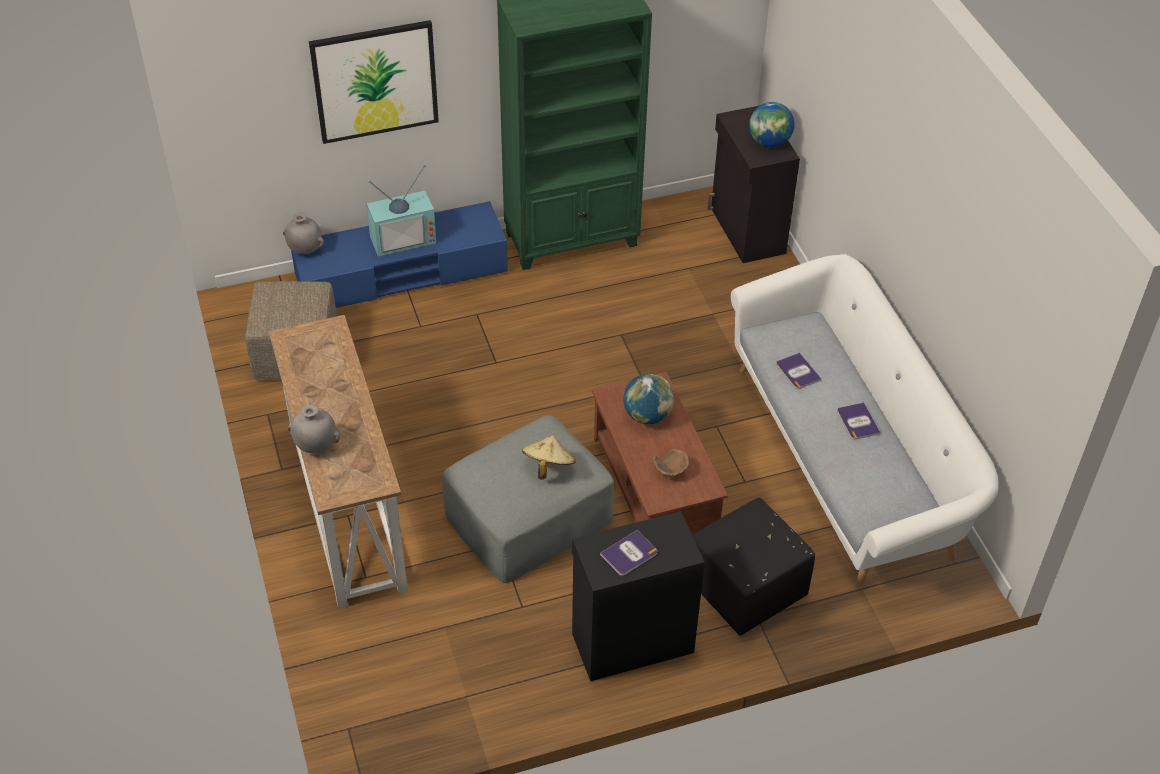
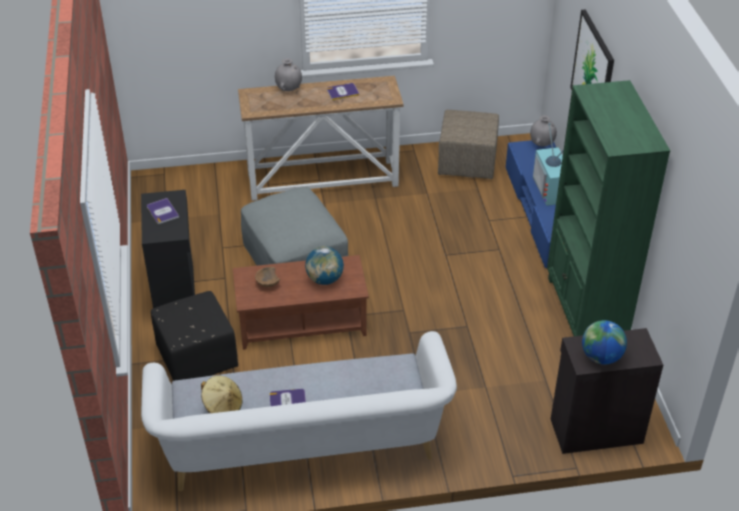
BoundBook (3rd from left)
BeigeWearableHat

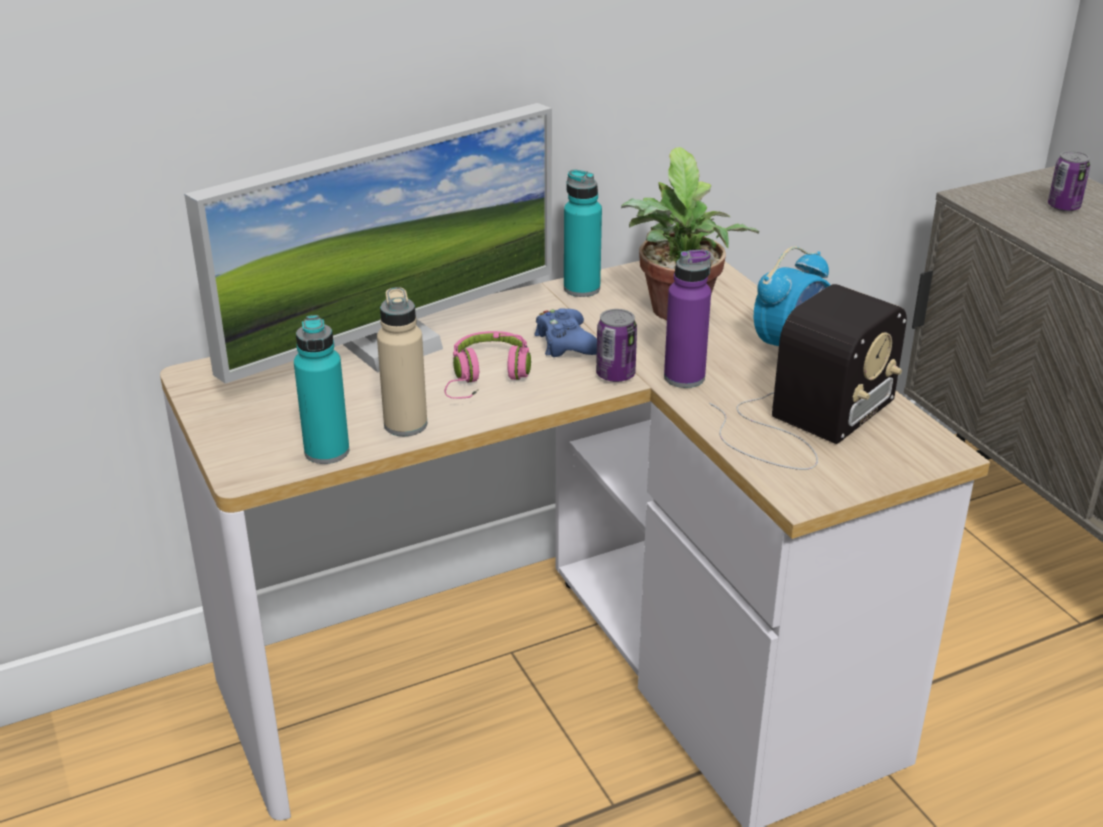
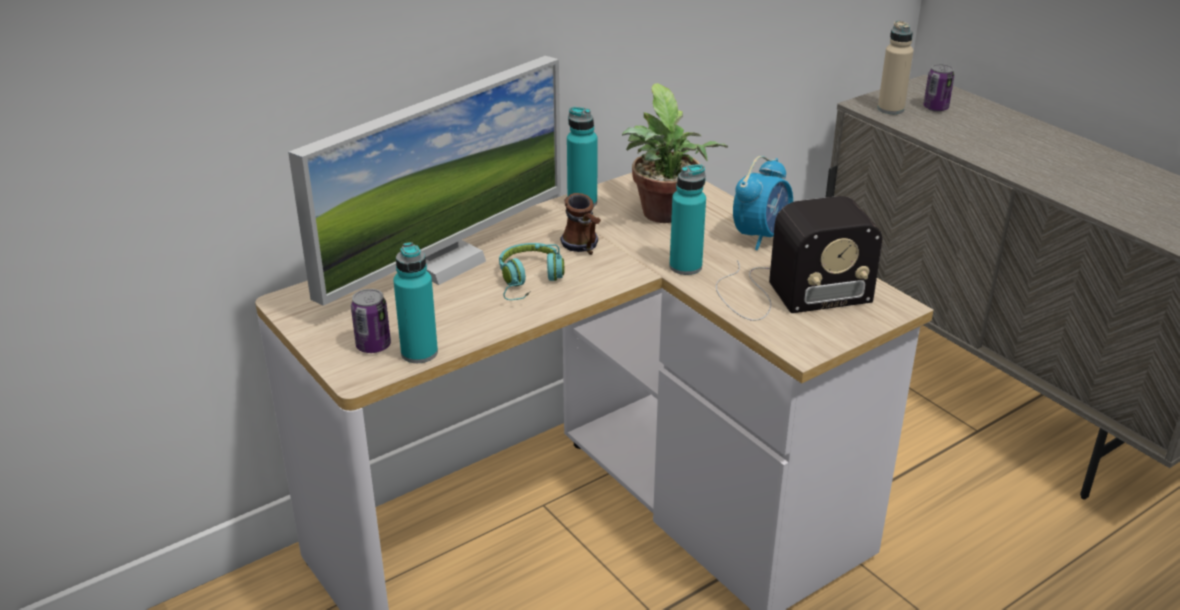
TurquoiseColouredBottle (3rd from left)
RadioSet
BeigeBottle
CoffeeMug
MetalCan (1st from left)
TurquoiseColouredPairOfHeadphones

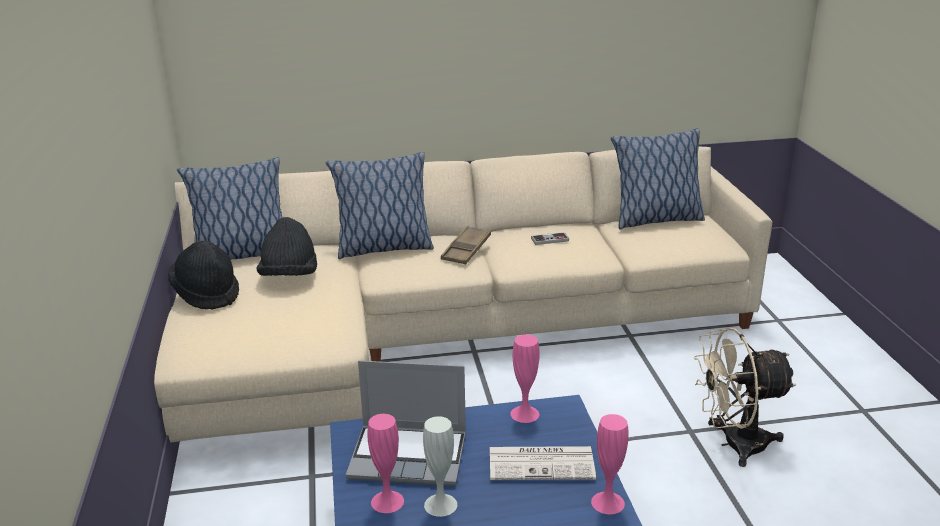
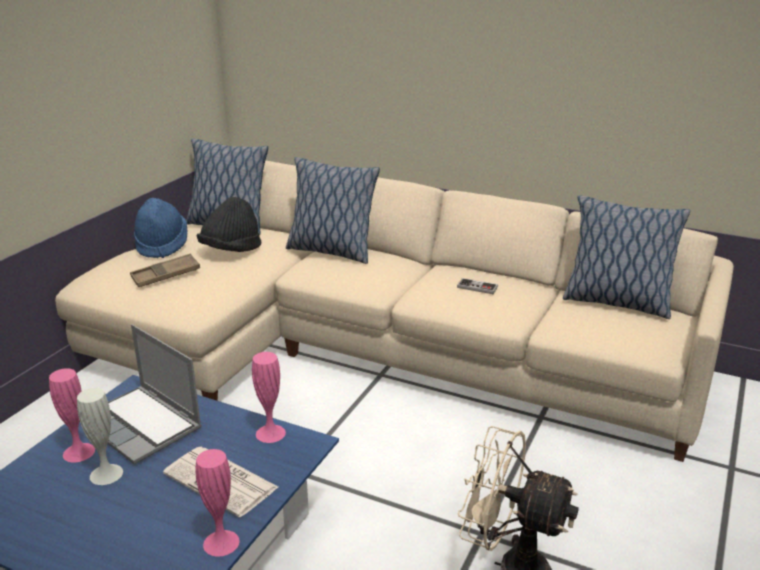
BrownishCarryingTray
BlueColouredWearableHat

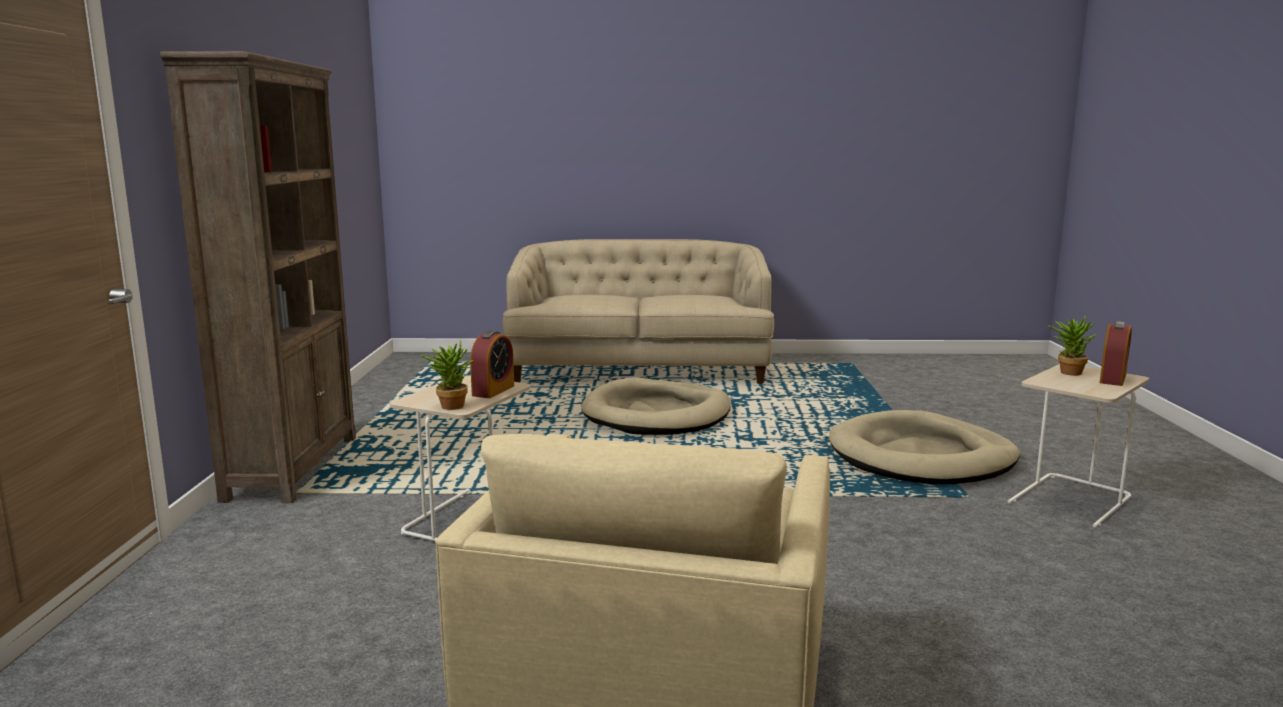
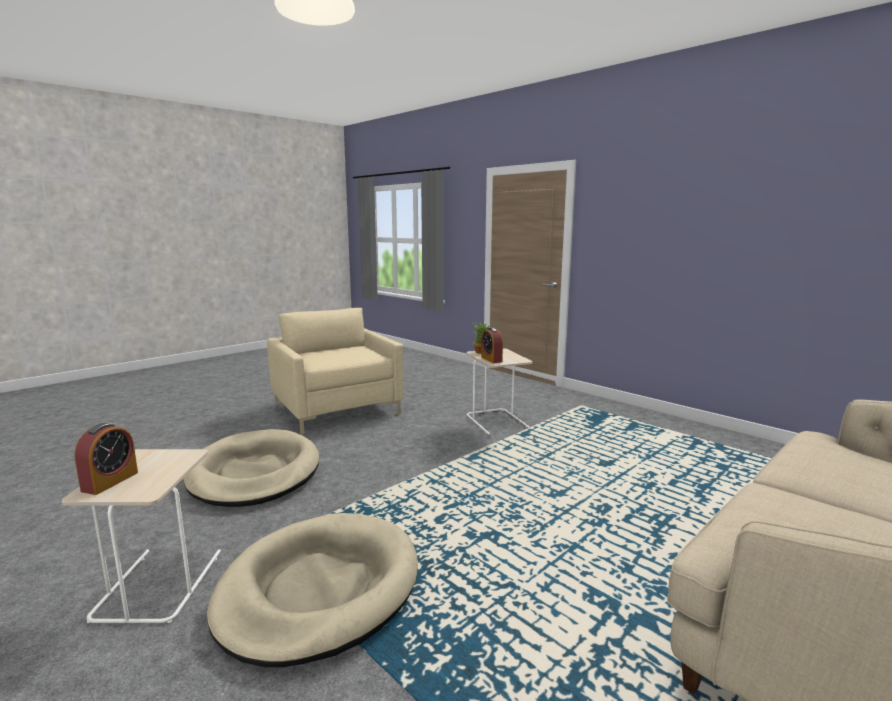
BrownishBookcase
Houseplant (2nd from left in the first image)
AlarmClock (1st from left)
BeigeDogCushion (1st from left)

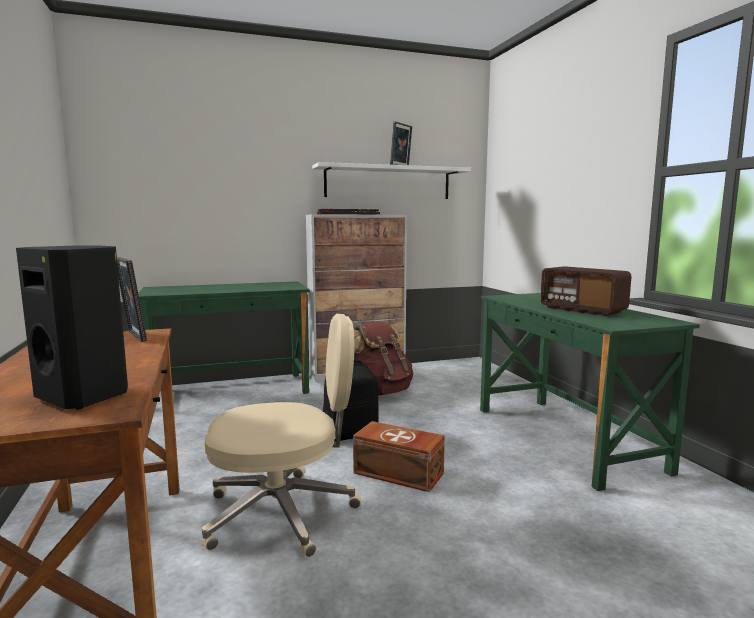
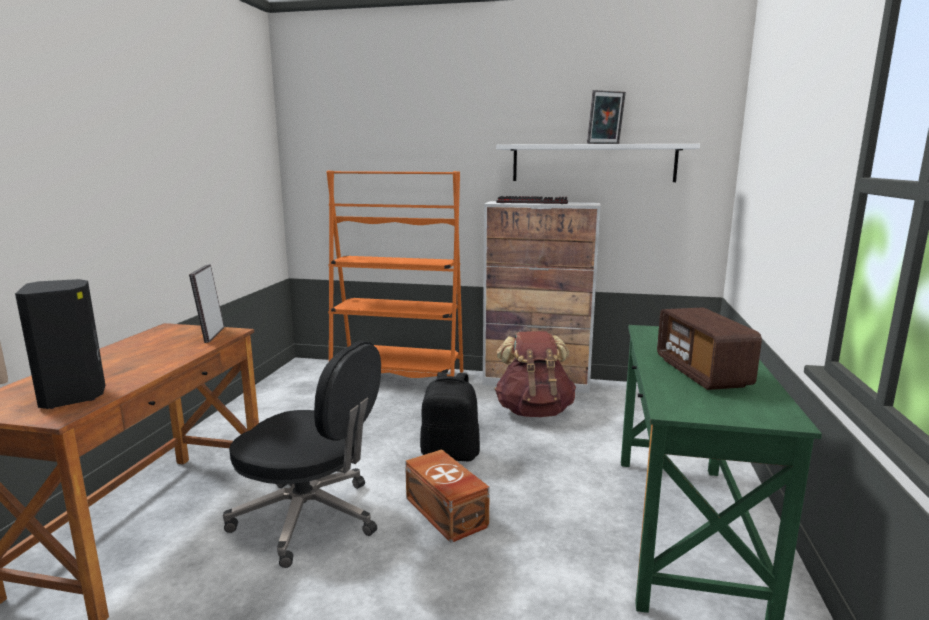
OrangeColouredBookcase
BlackOfficeChair

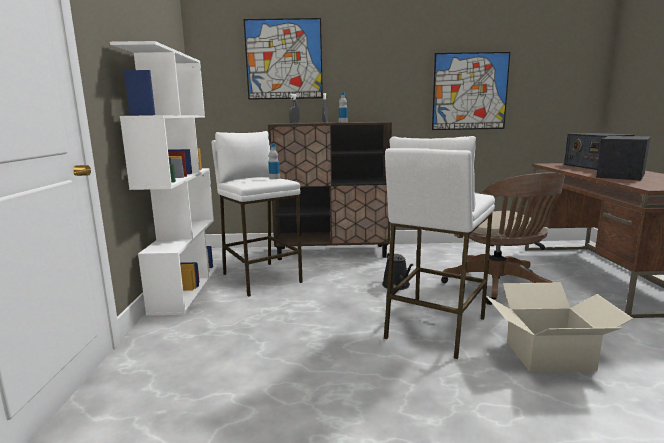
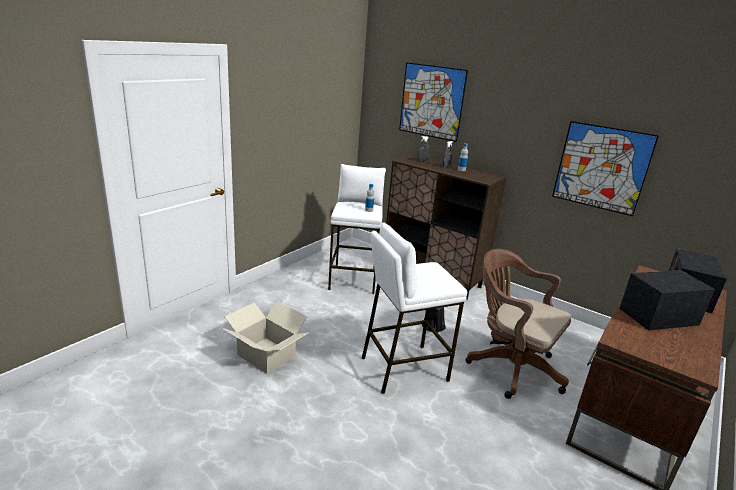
WhitishBookcase
BrownishOfficeChair
CardboardBox

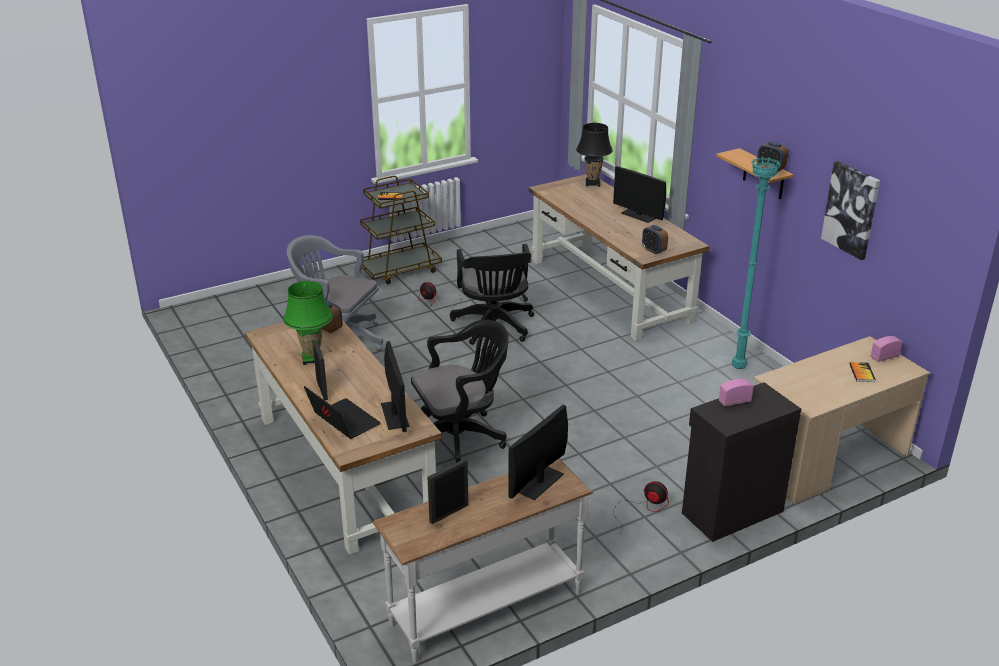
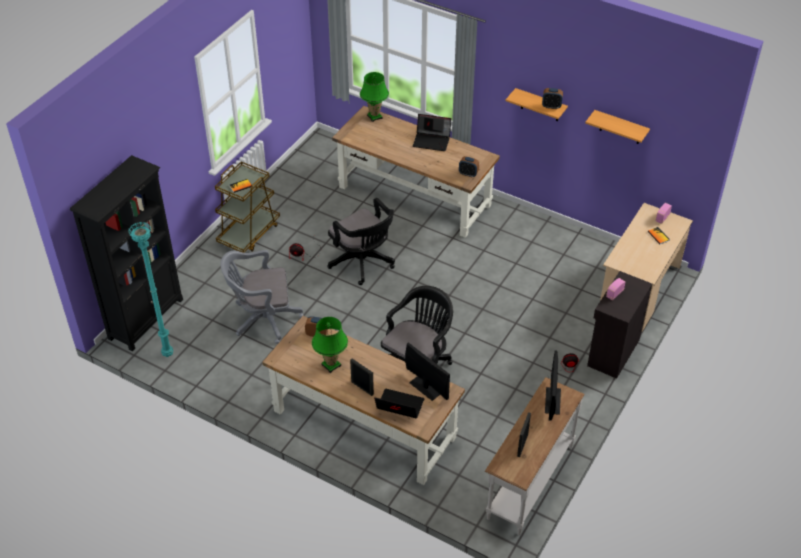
GreenishTabletopLamp (2nd from left)
TurquoiseColouredFloorLamp
BracketShelf (2nd from left)
PortableComputer (2nd from left)
BlackBookcase

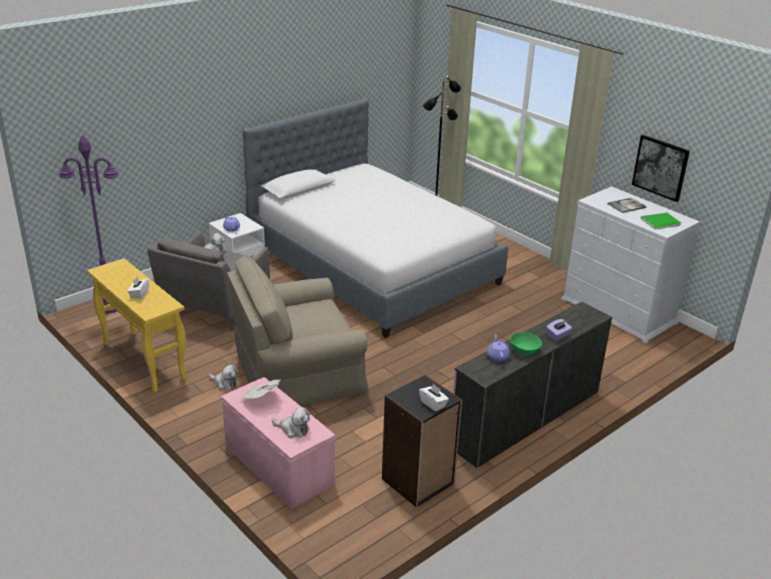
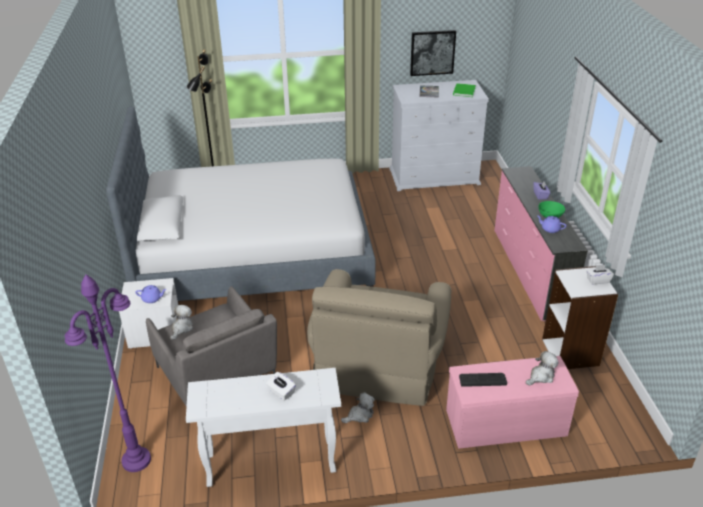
WhitishConsoleTable
WhitishBookcase
Keyboard

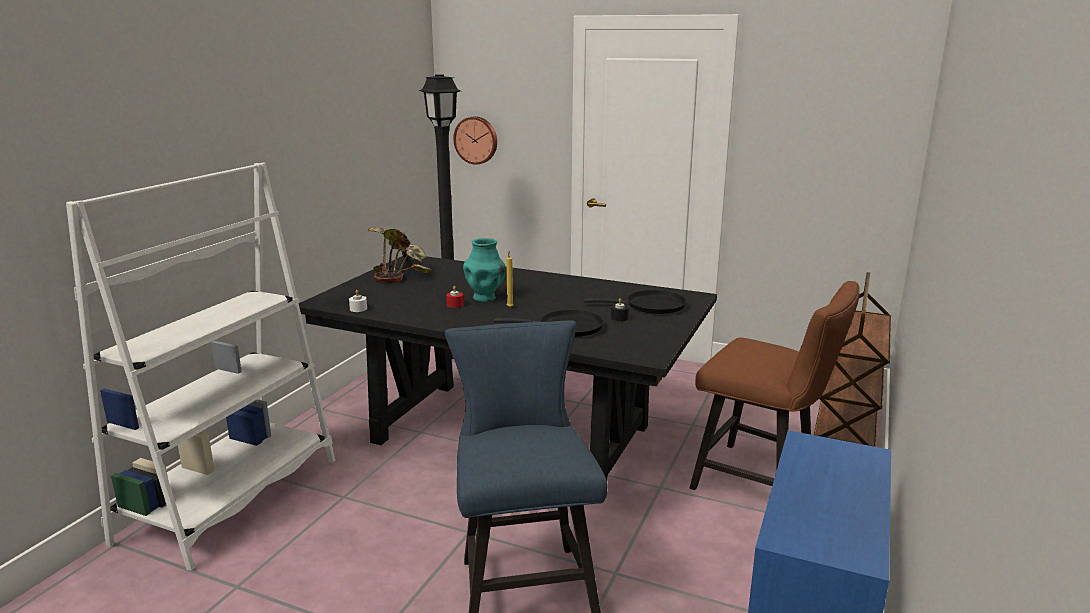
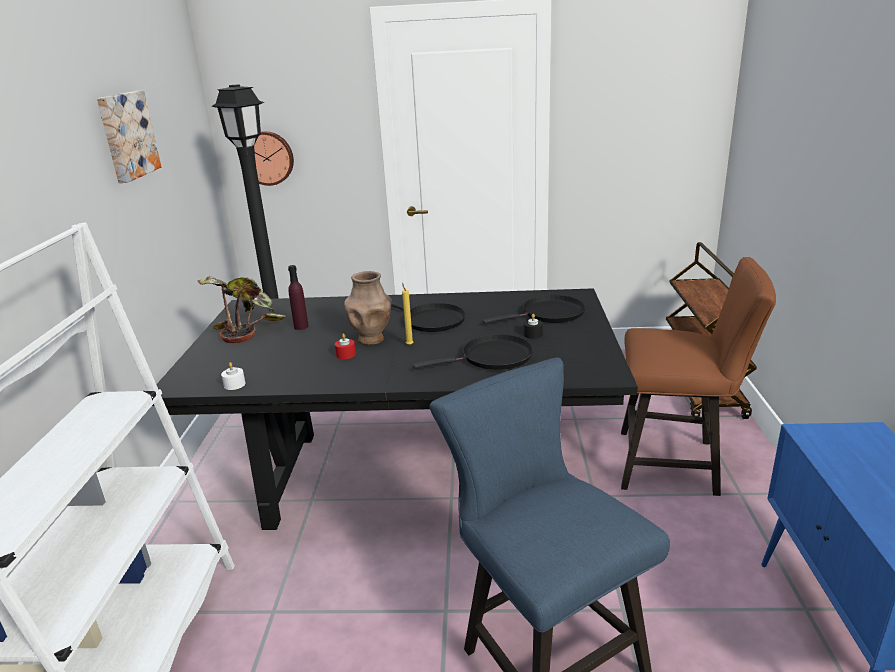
BrownishFlowerVase
WallPicture
PurplishBottle
BlackFryingPan (1st from left)

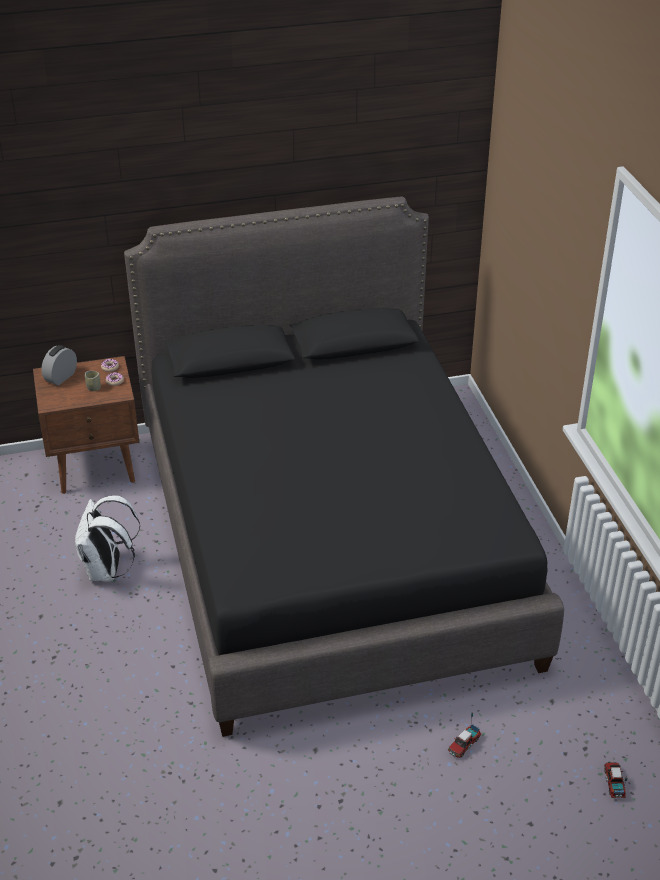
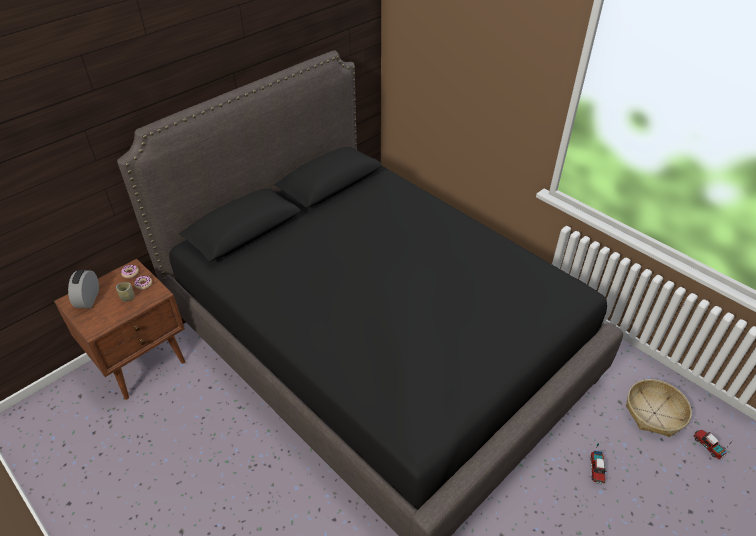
WhitishRucksack
Basket

